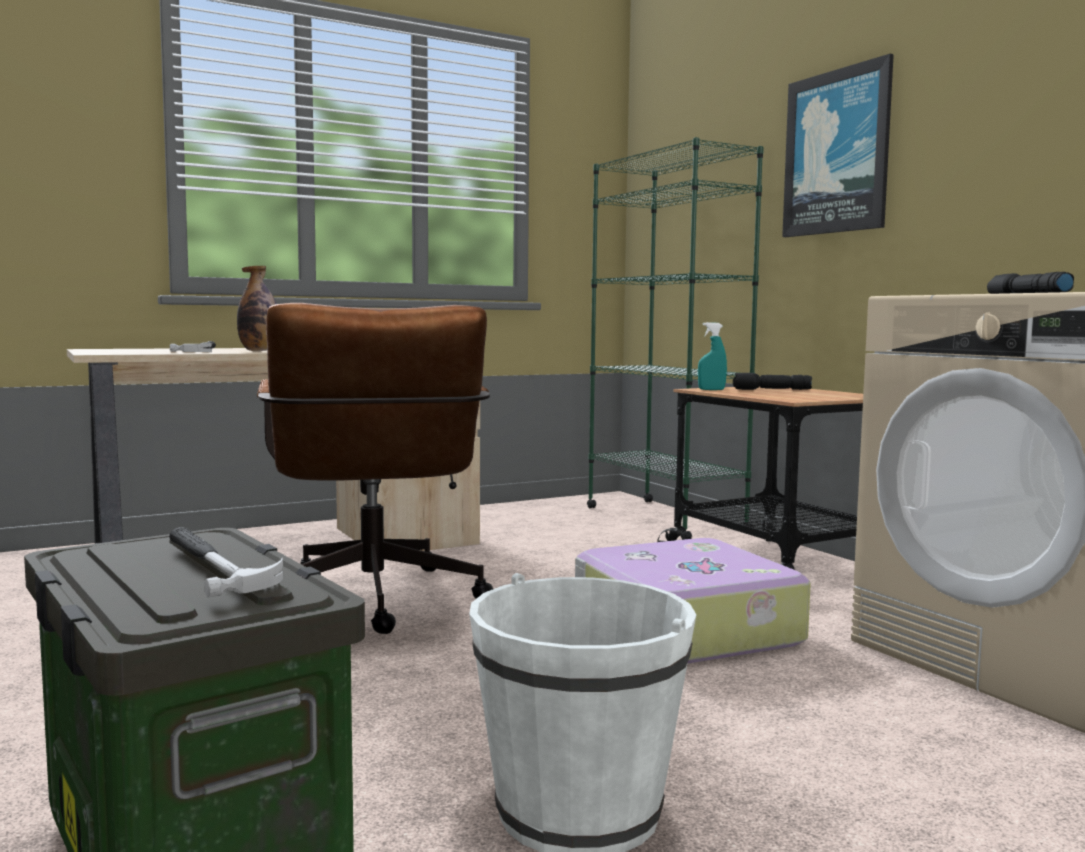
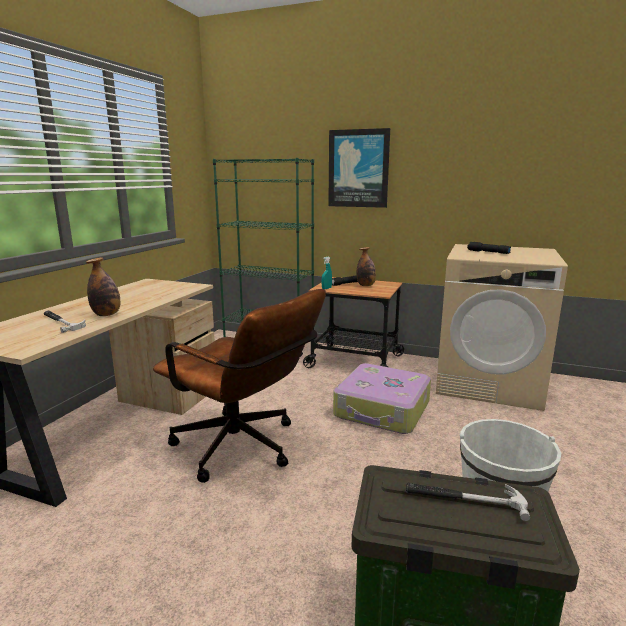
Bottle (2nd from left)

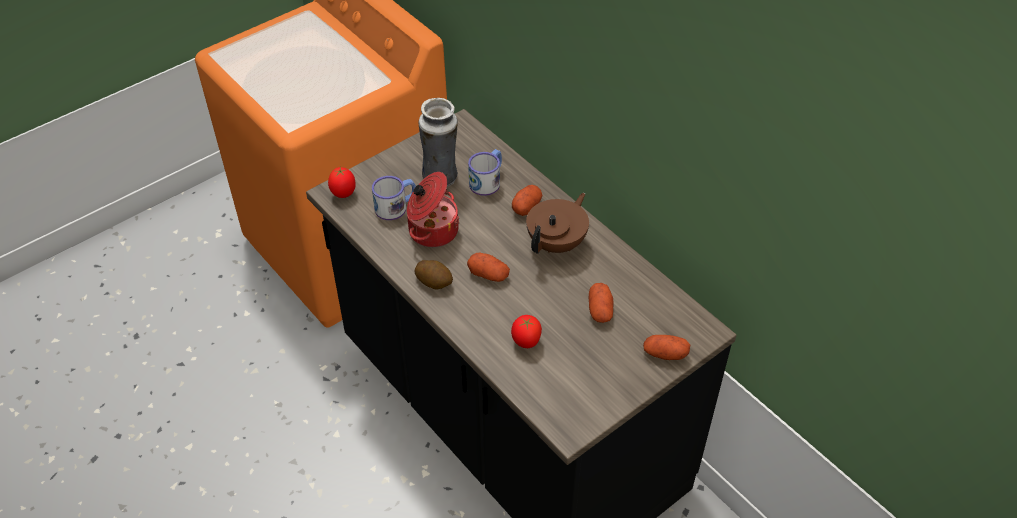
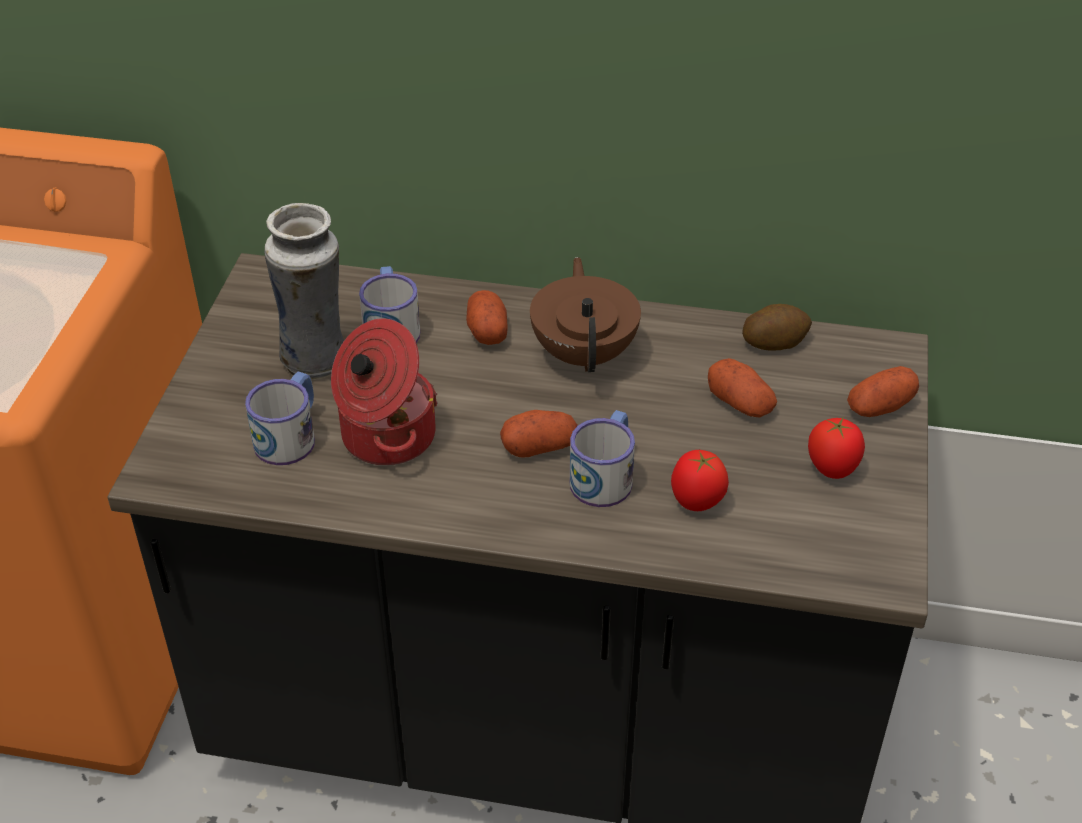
Tomato (2nd from left)
WholePotato (4th from left)
CoffeeMug (3rd from left)

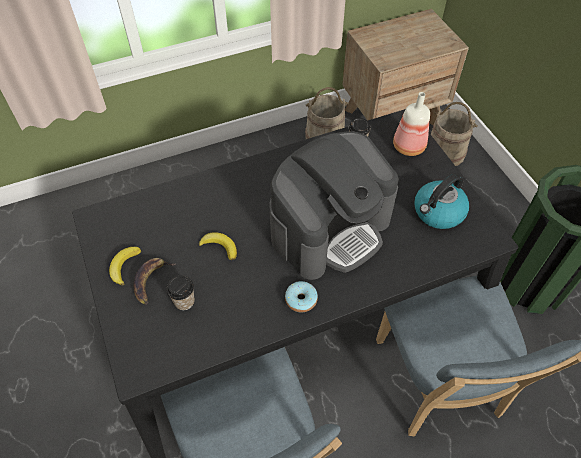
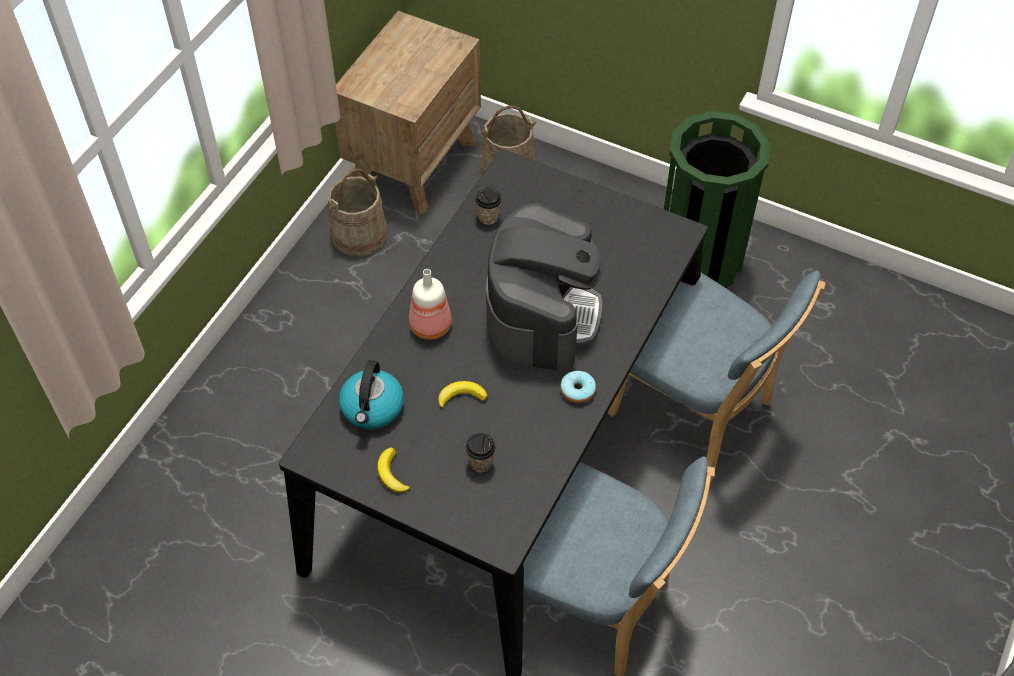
Bottle
Kettle
BananaFruit (2nd from left in the first image)

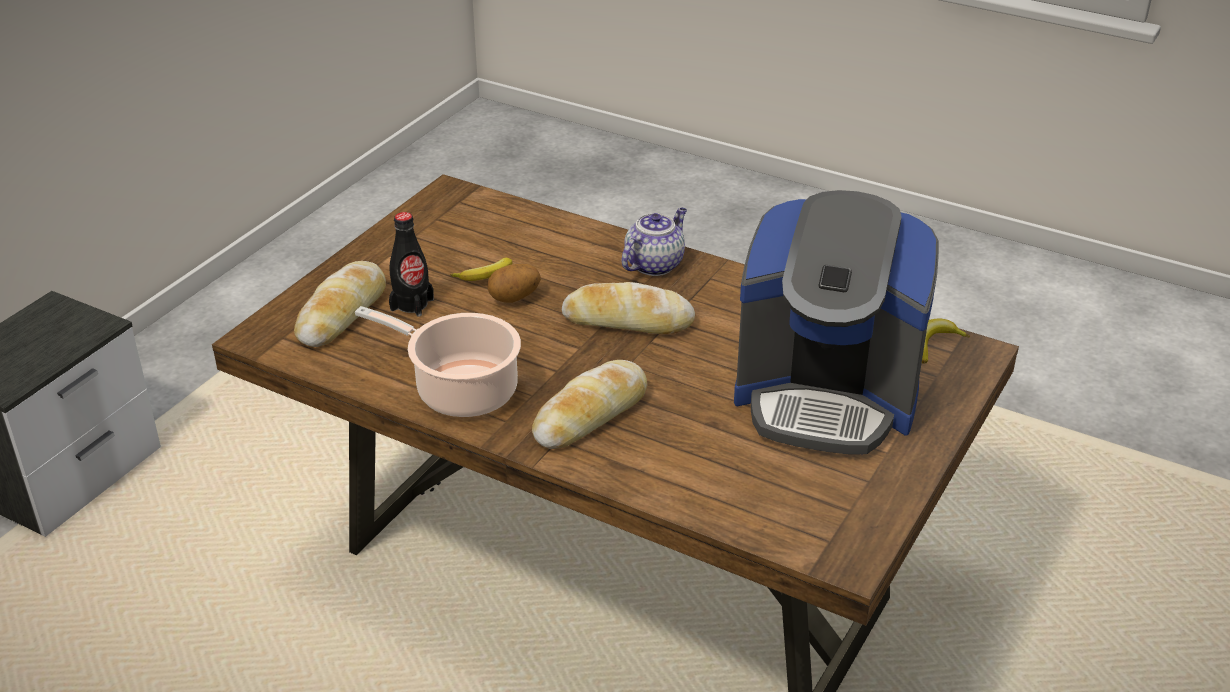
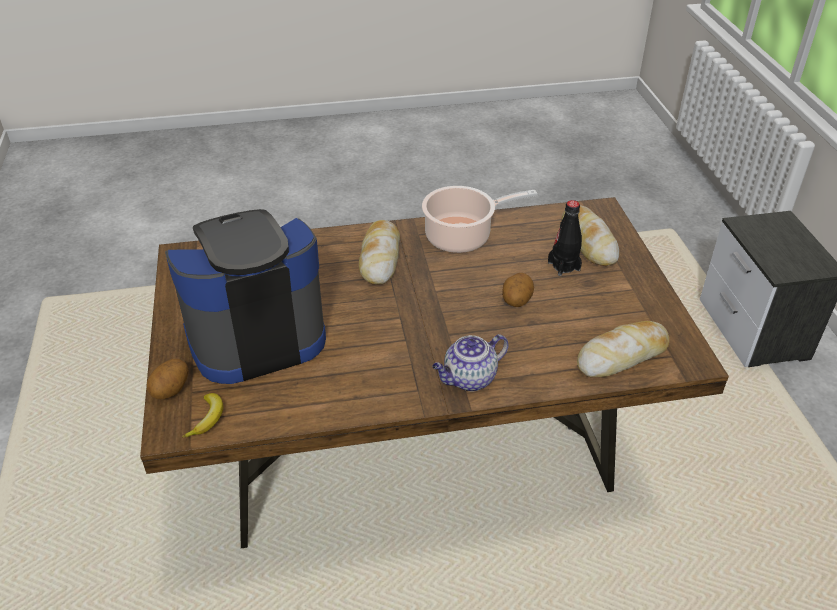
Teapot
BananaFruit (1st from left in the first image)
Bread (3rd from left)
WholePotato (1st from left)

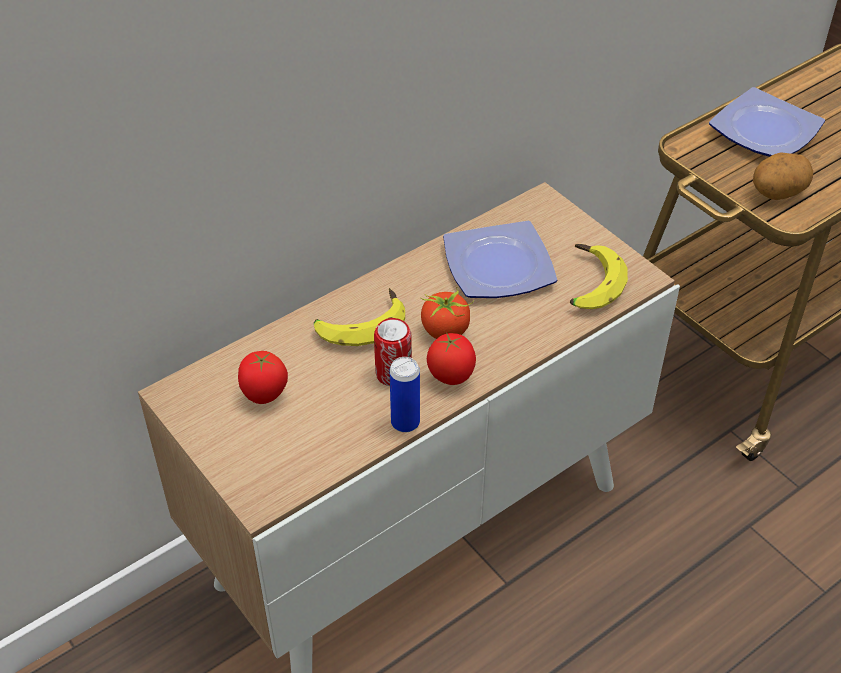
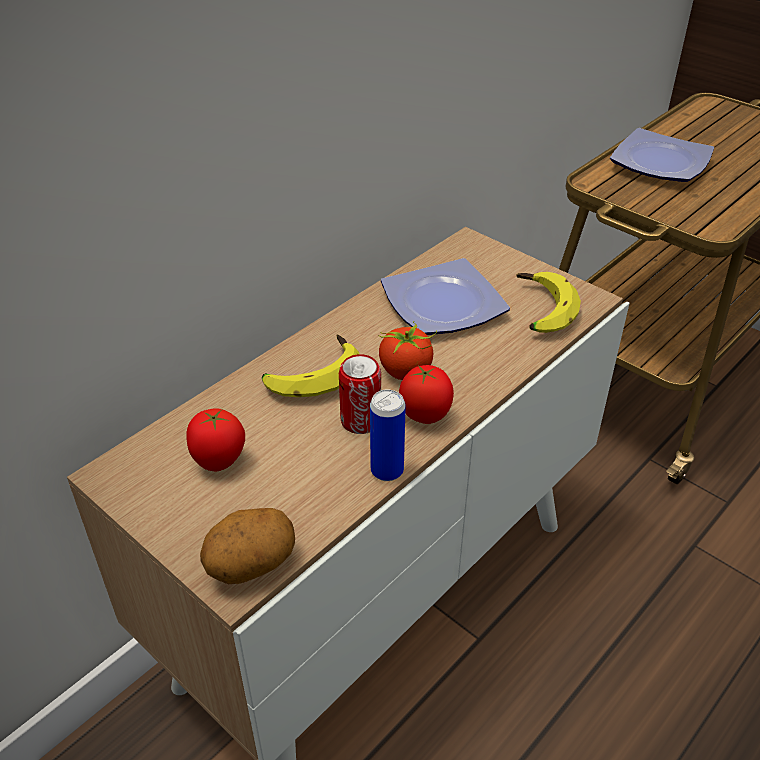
WholePotato

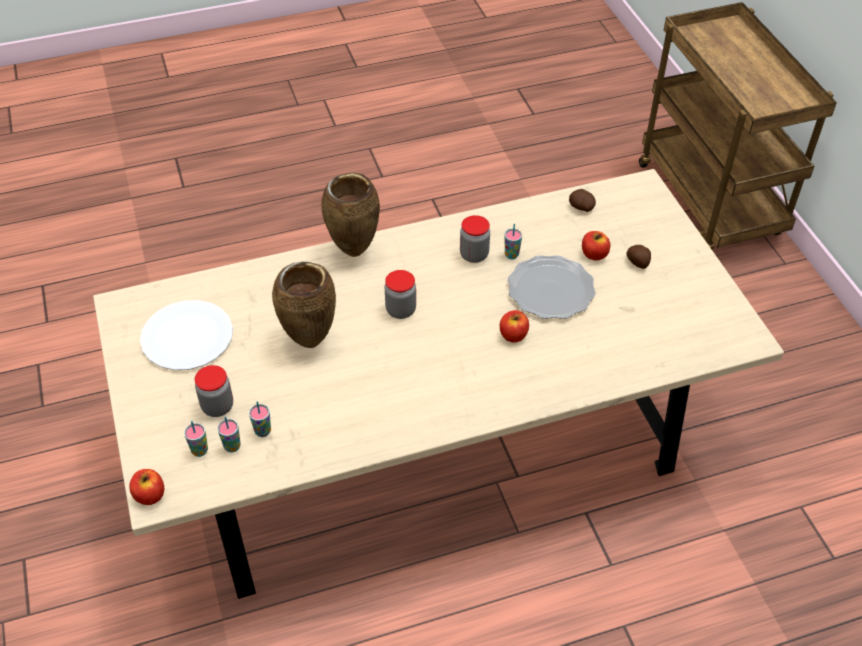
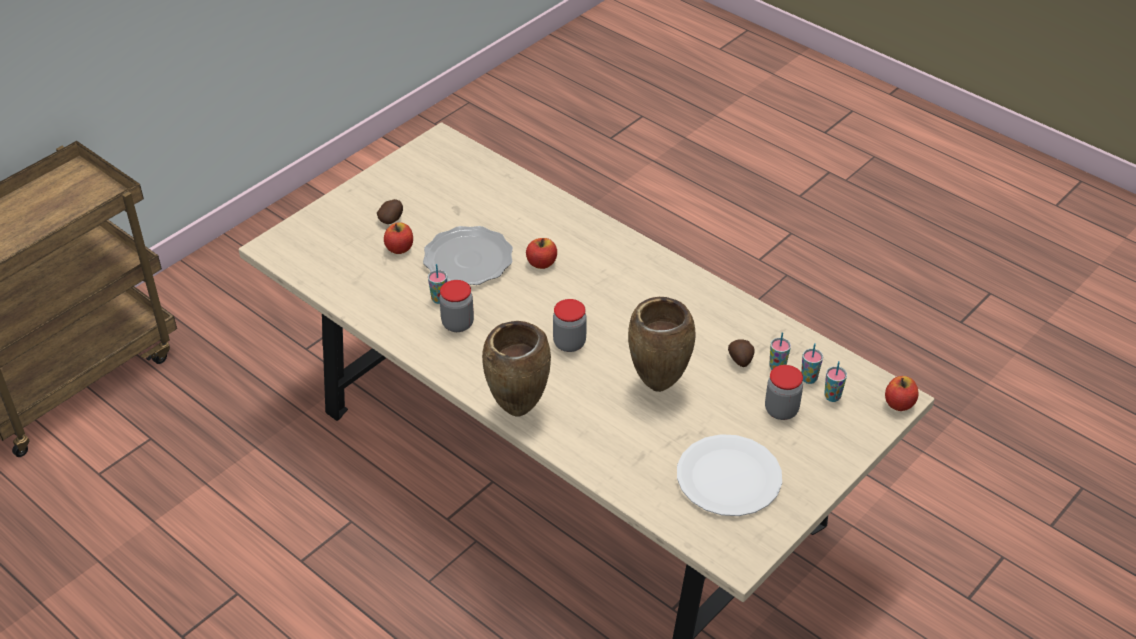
WholePotato (2nd from left)

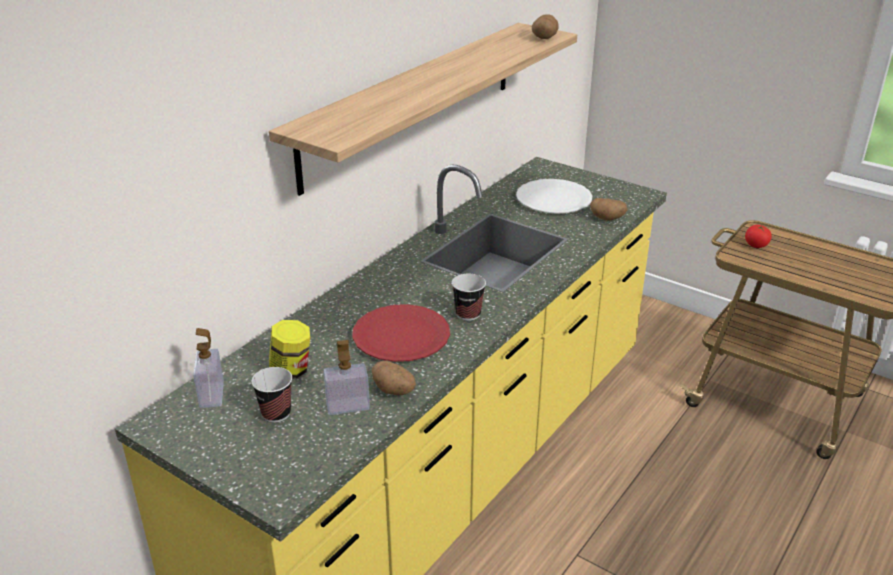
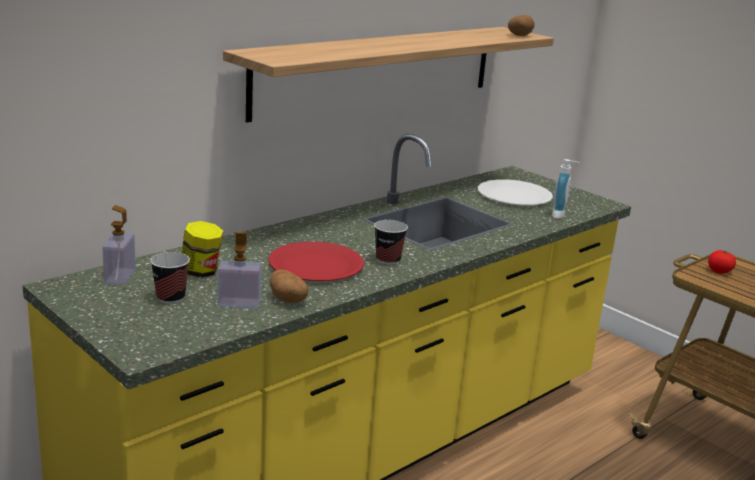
LiquidSoapBottle (3rd from left)

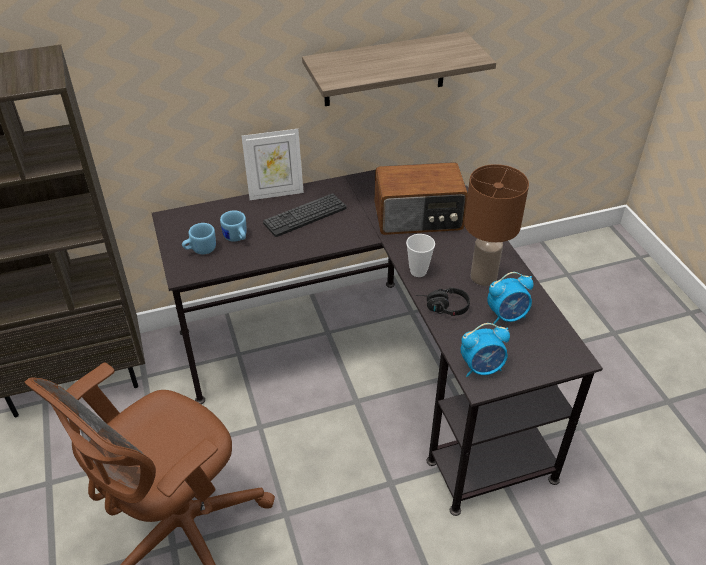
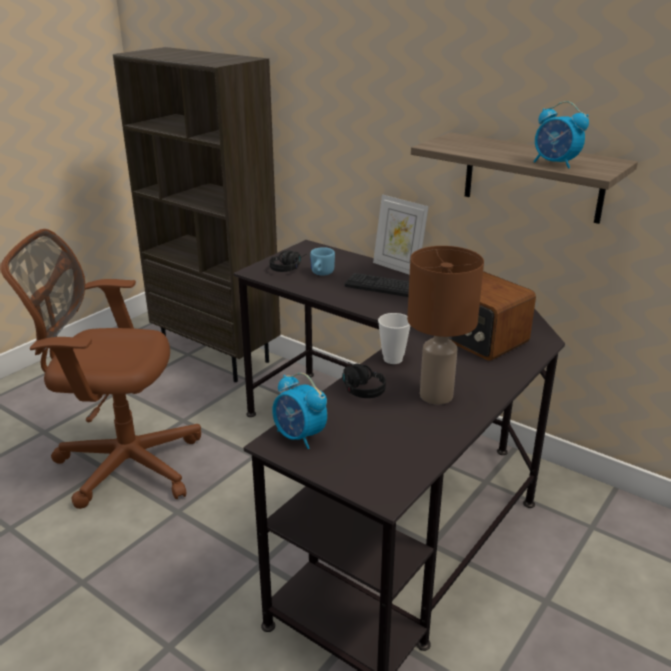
BlackPairOfHeadphones (1st from left)
AlarmClock (2nd from left)

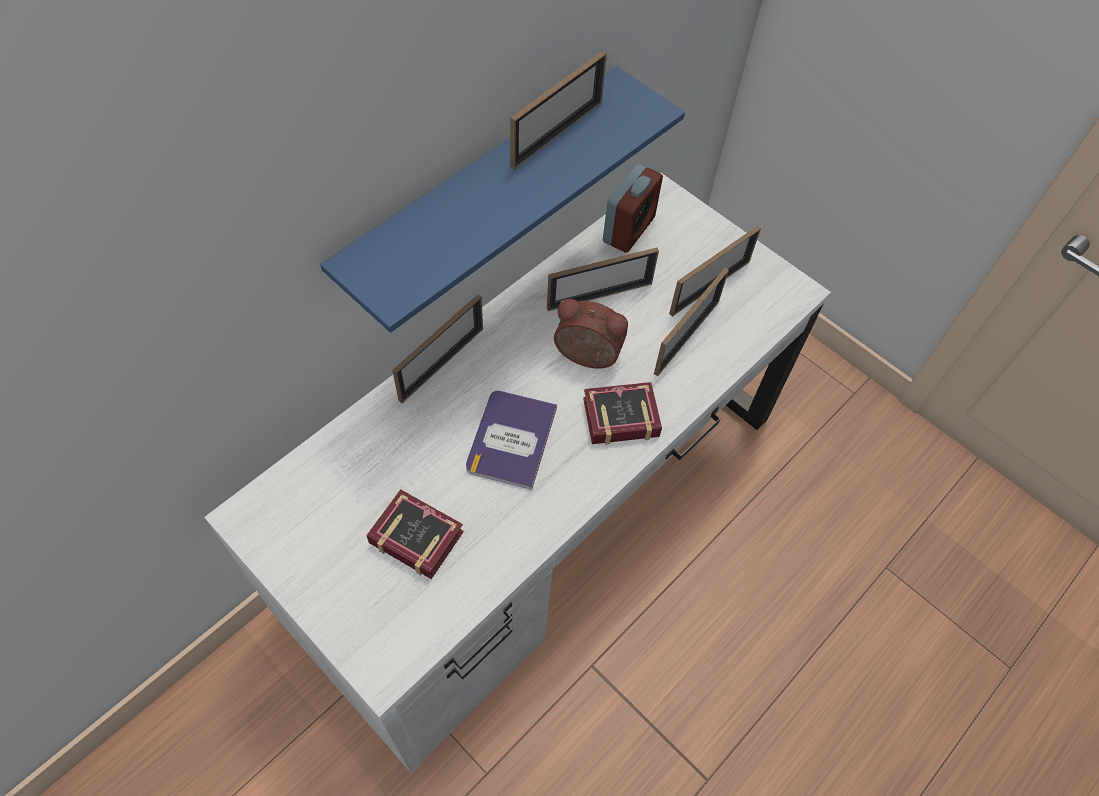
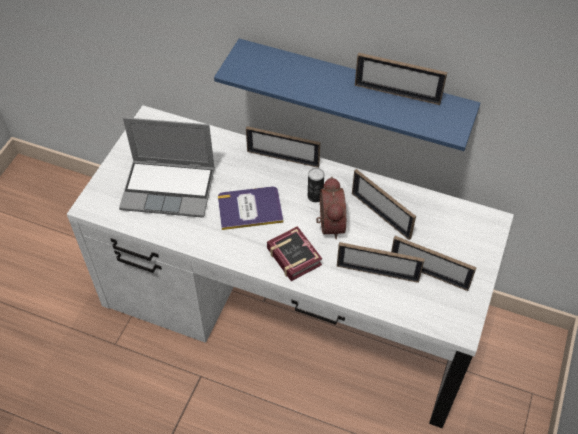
AlarmClock (2nd from left in the first image)
PortableComputer
MetalCan

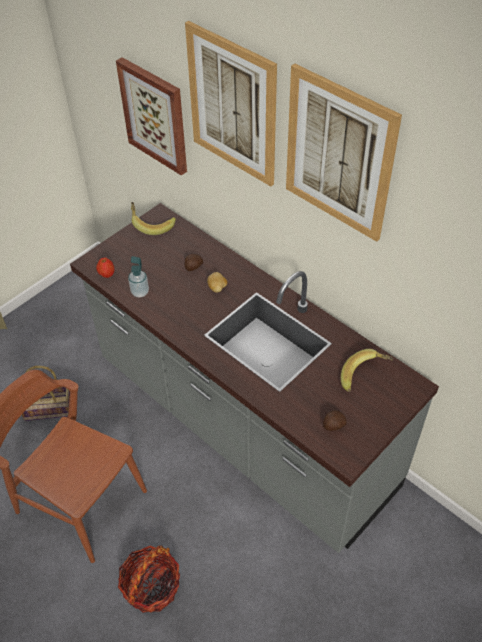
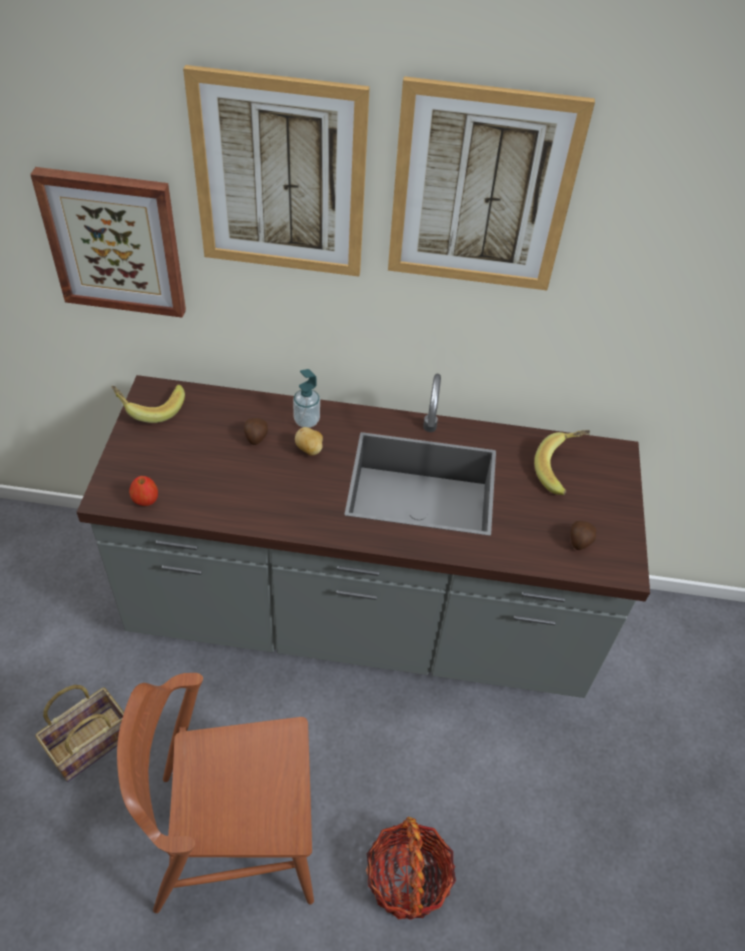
LiquidSoapBottle

